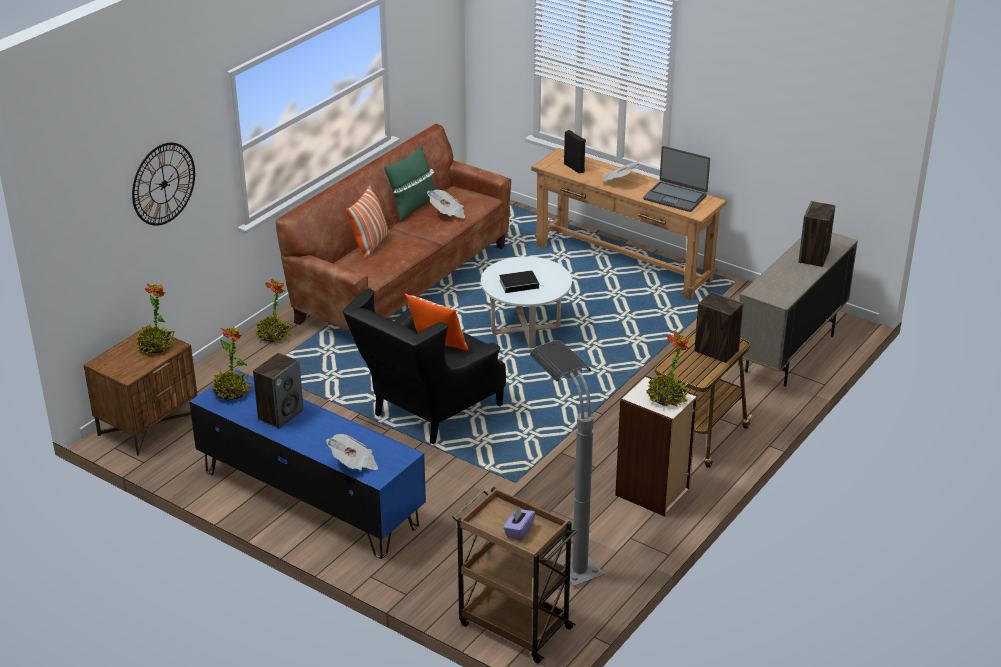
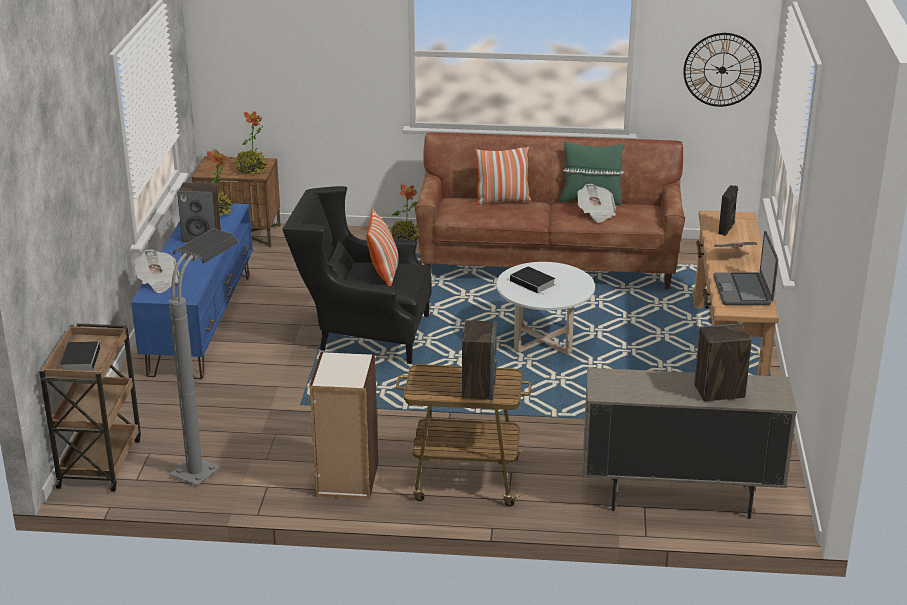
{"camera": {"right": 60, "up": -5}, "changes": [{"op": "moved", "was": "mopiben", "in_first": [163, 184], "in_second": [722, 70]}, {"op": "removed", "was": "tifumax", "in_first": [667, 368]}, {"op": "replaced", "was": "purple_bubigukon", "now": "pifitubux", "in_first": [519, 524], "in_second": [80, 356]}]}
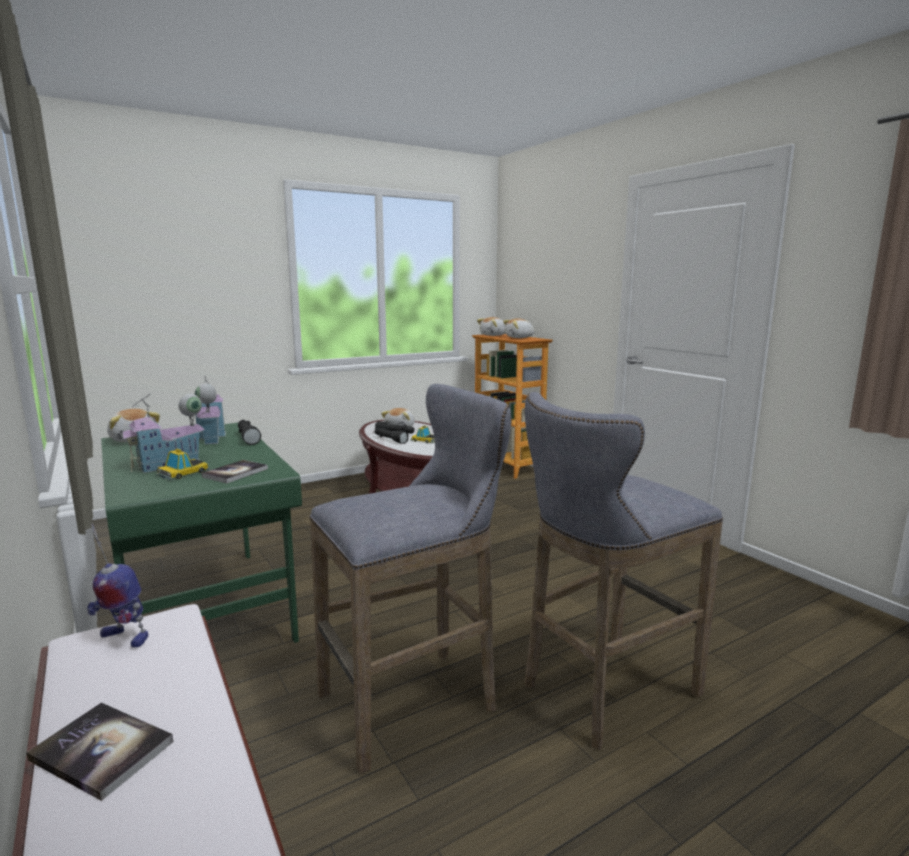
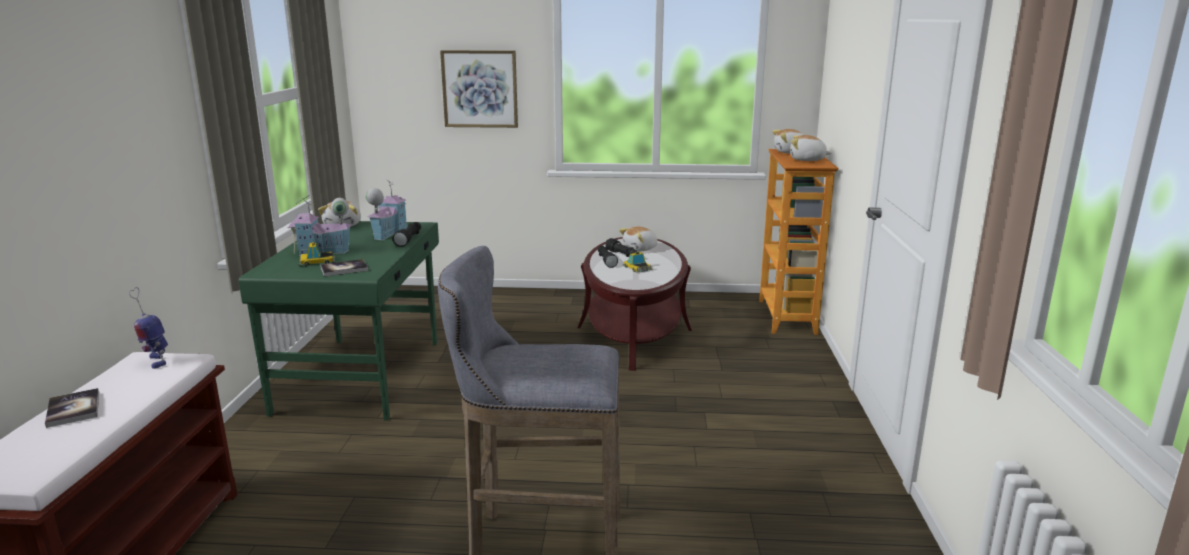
{"camera": {"right": 35, "up": 5}, "changes": [{"op": "removed", "was": "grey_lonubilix", "in_first": [410, 579]}, {"op": "added", "now": "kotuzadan", "in_second": [479, 89]}]}
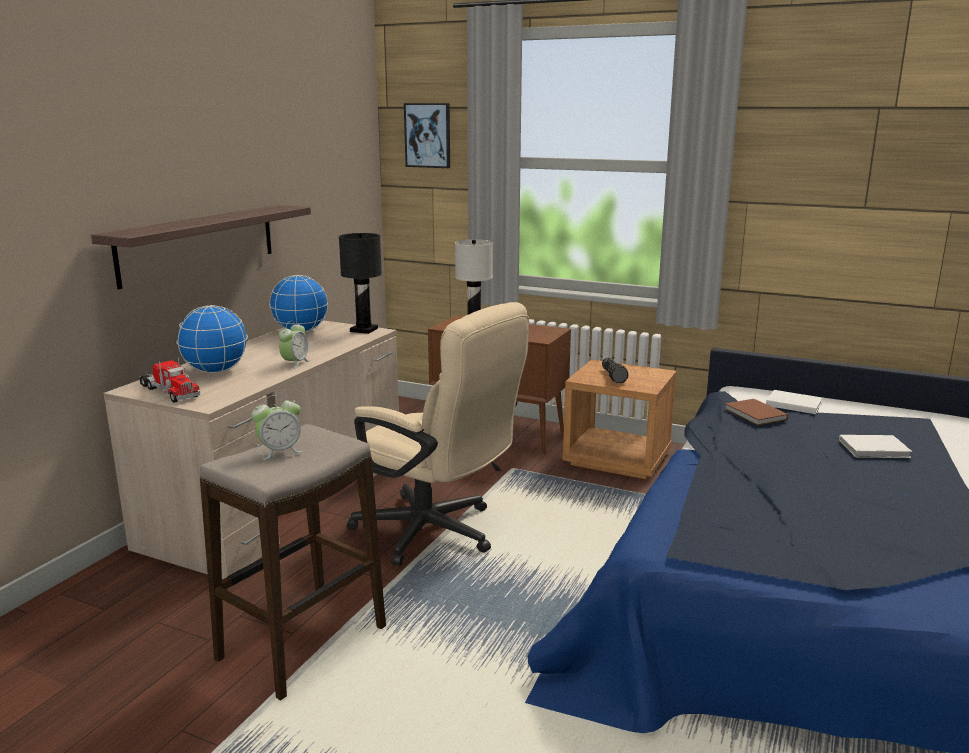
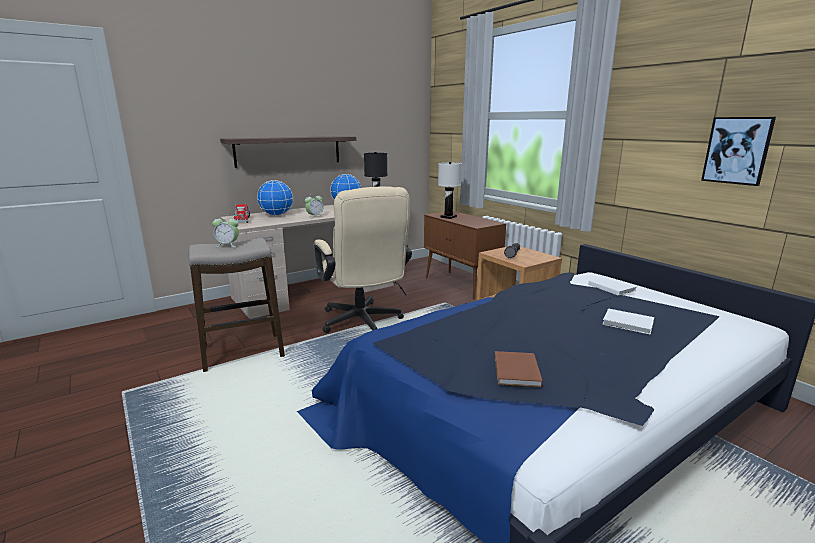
{"camera": {"right": 30, "up": 0}, "changes": [{"op": "moved", "was": "kotuzadan", "in_first": [427, 135], "in_second": [738, 151]}, {"op": "moved", "was": "brown_pifitubux", "in_first": [756, 412], "in_second": [518, 369]}]}
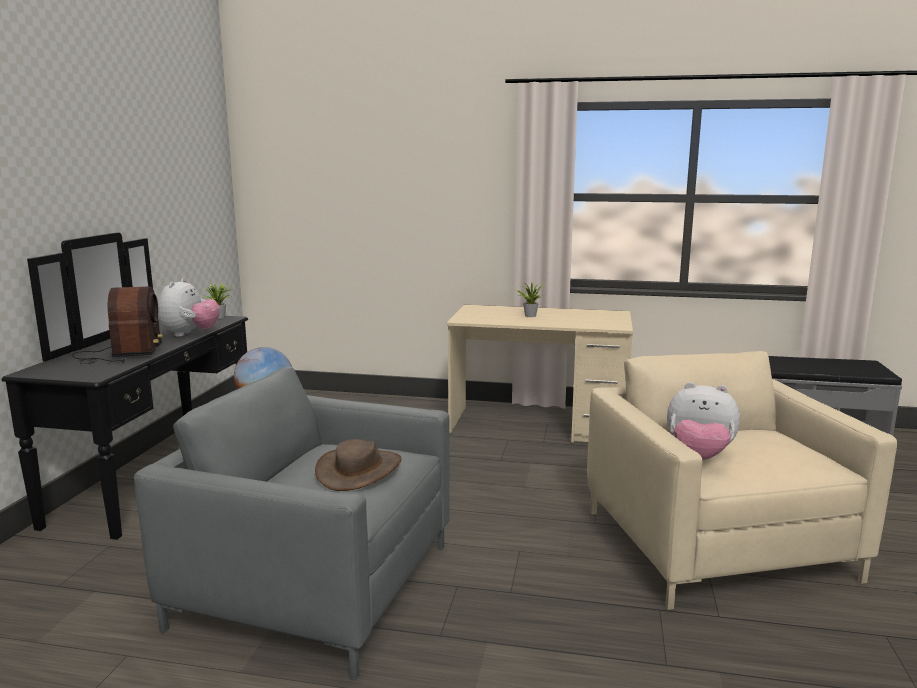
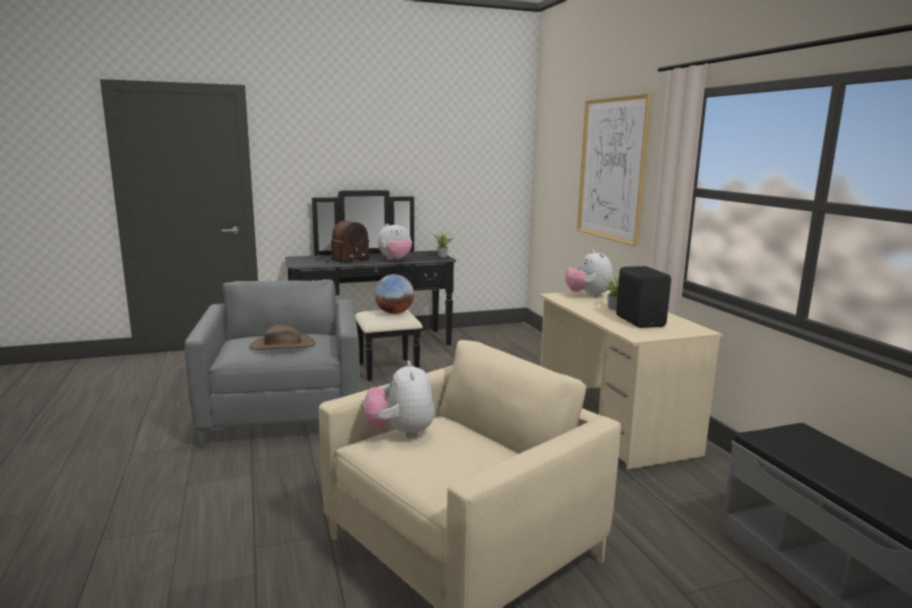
{"camera": {"right": 60, "up": 0}, "changes": [{"op": "added", "now": "kotuzadan", "in_second": [614, 169]}, {"op": "added", "now": "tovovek", "in_second": [589, 274]}, {"op": "added", "now": "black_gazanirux", "in_second": [643, 297]}]}
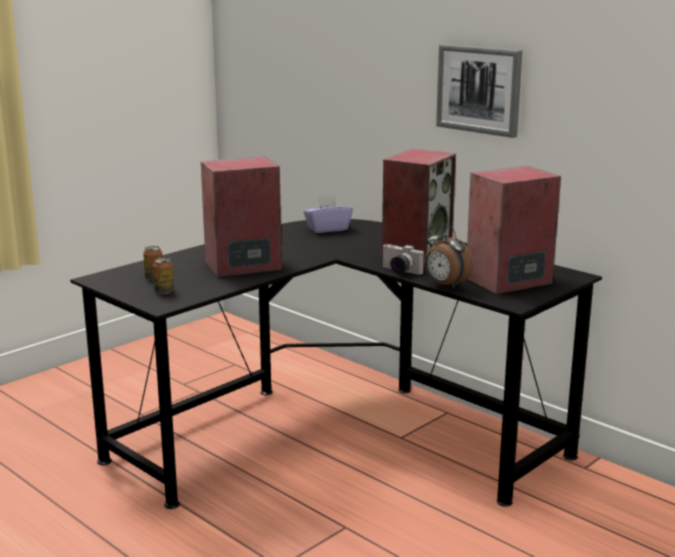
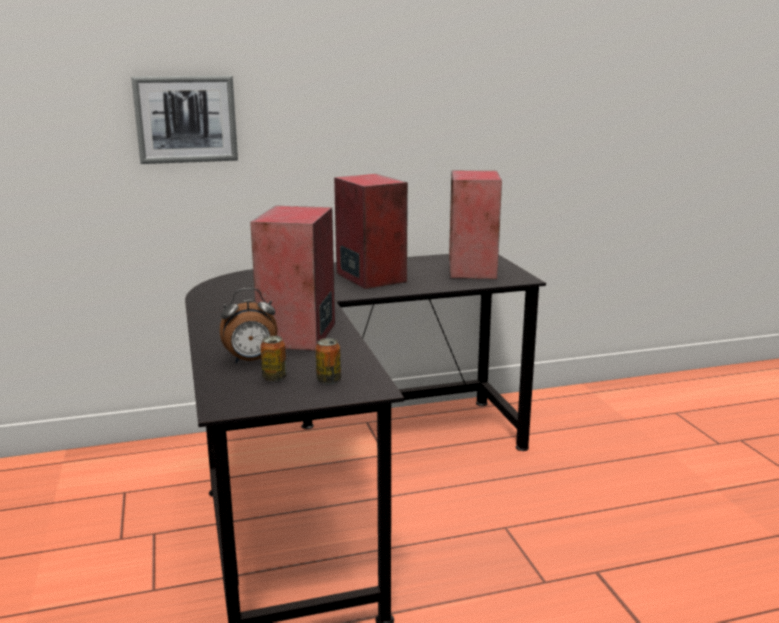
{"camera": {"right": -60, "up": 0}, "changes": [{"op": "moved", "was": "kotuzadan", "in_first": [479, 91], "in_second": [184, 120]}, {"op": "removed", "was": "purple_bubigukon", "in_first": [328, 213]}, {"op": "moved", "was": "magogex", "in_first": [448, 256], "in_second": [248, 325]}, {"op": "removed", "was": "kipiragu", "in_first": [403, 259]}]}
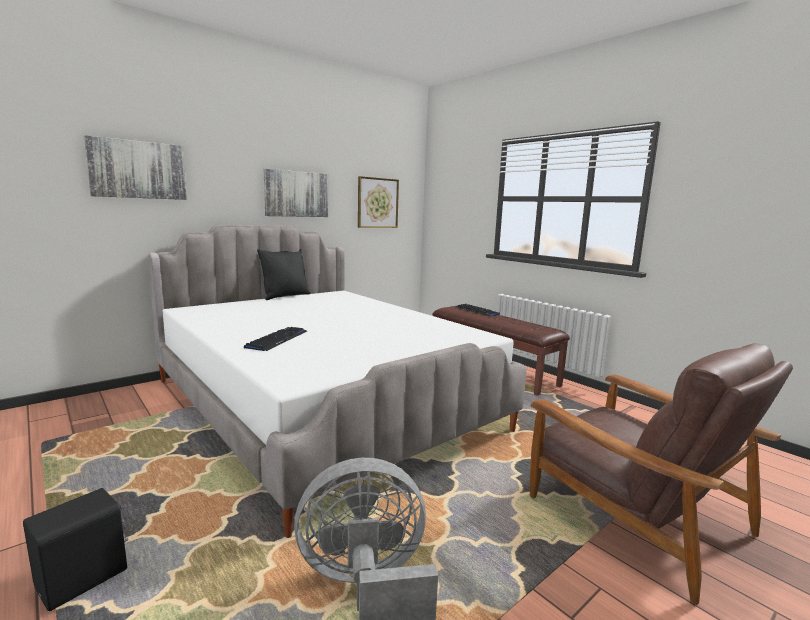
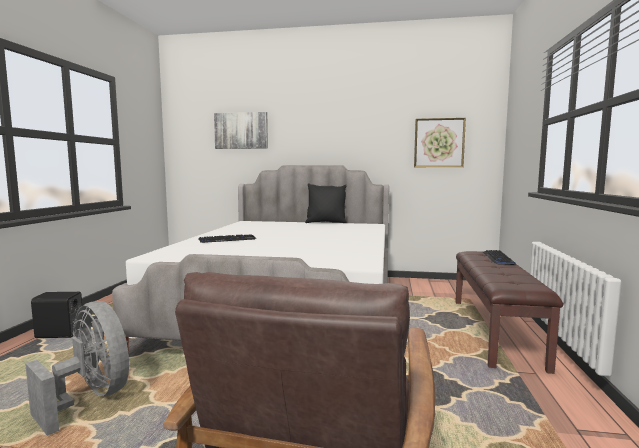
{"camera": {"right": 50, "up": -5}, "changes": [{"op": "removed", "was": "kotuzadan", "in_first": [296, 193]}]}
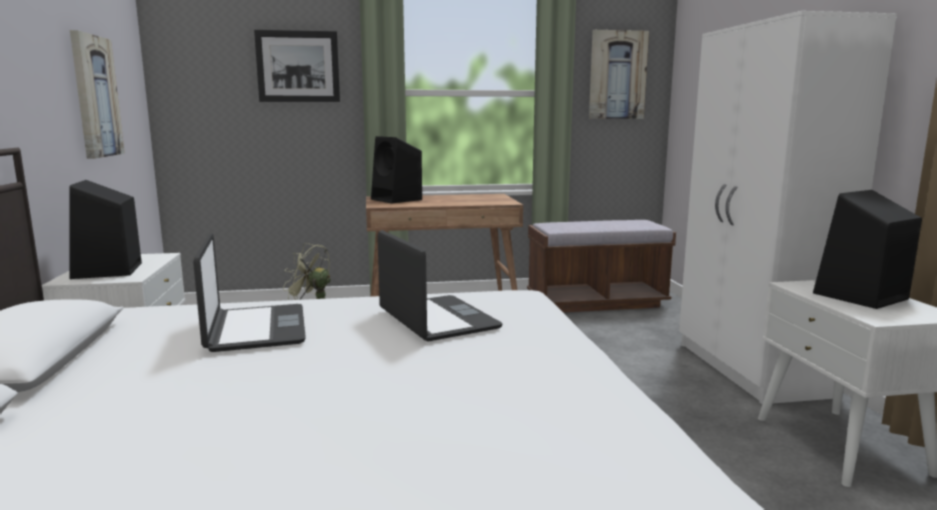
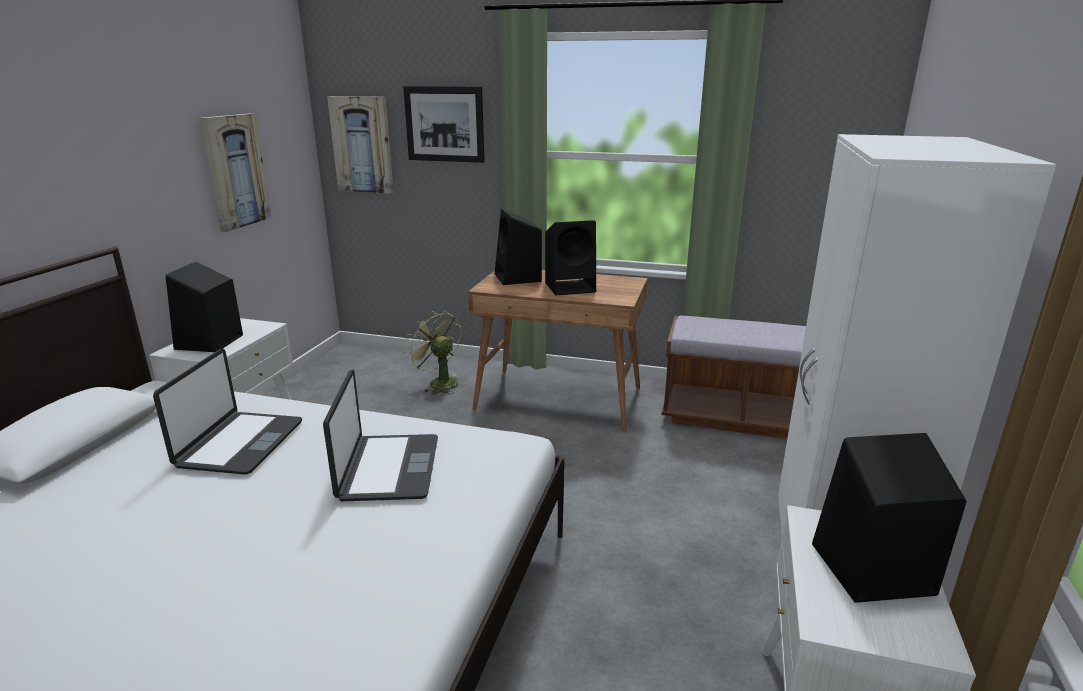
{"camera": {"right": 25, "up": 10}, "changes": [{"op": "moved", "was": "kotuzadan", "in_first": [619, 74], "in_second": [360, 145]}, {"op": "added", "now": "black_gazanirux", "in_second": [570, 257]}]}
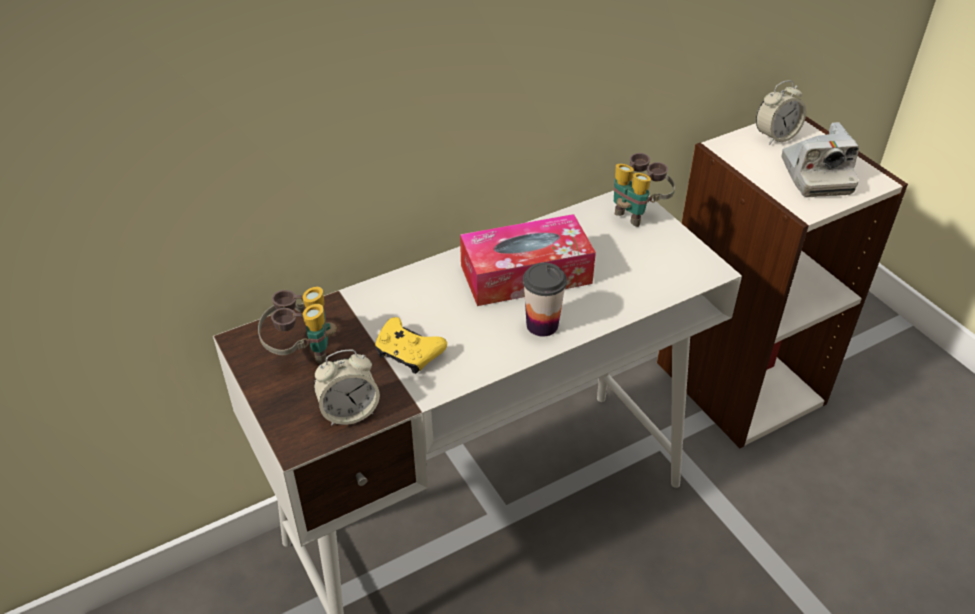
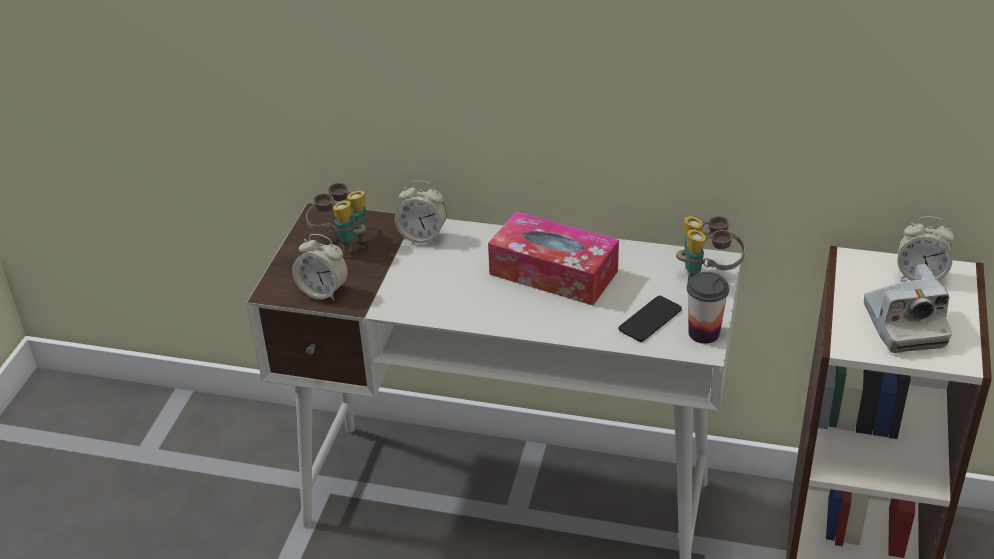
{"camera": {"right": 45, "up": -5}, "changes": [{"op": "turned", "was": "kipiragu", "in_first": [820, 159], "in_second": [908, 308], "clockwise": -45}, {"op": "moved", "was": "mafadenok", "in_first": [545, 300], "in_second": [708, 308]}, {"op": "removed", "was": "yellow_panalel", "in_first": [411, 345]}, {"op": "added", "now": "magogex", "in_second": [421, 211]}, {"op": "added", "now": "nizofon", "in_second": [650, 319]}]}
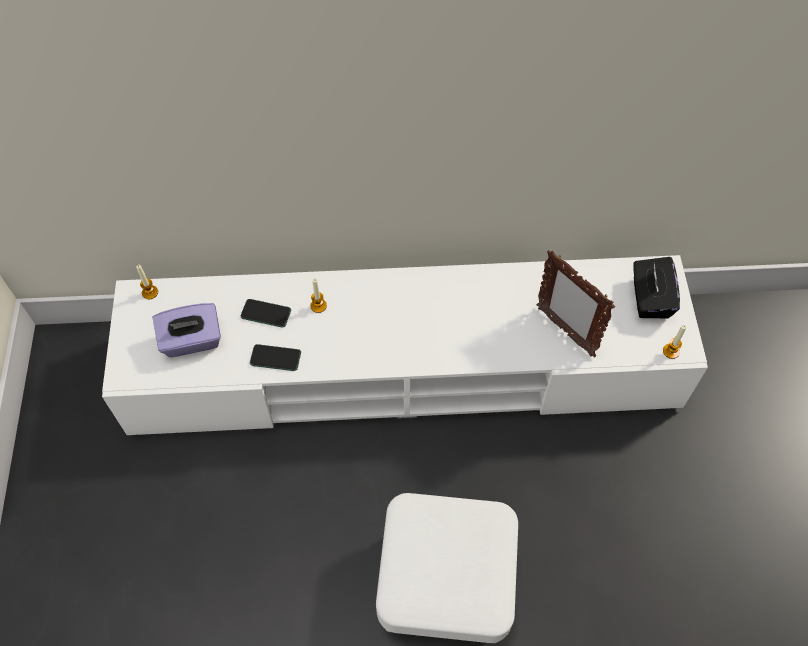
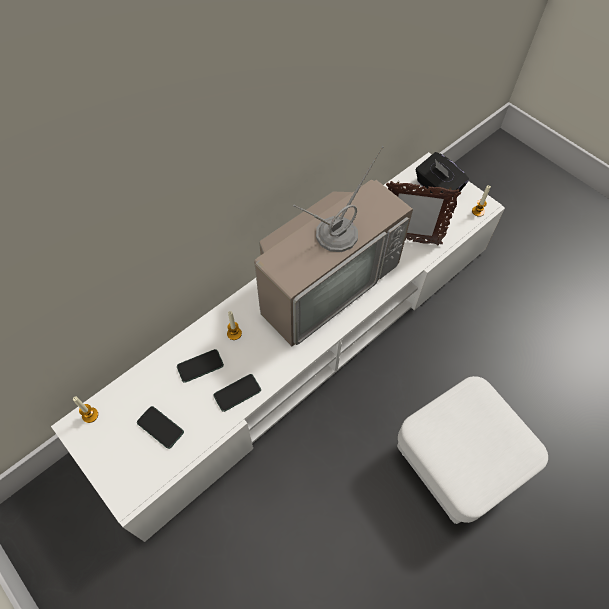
{"camera": {"right": -40, "up": 0}, "changes": [{"op": "replaced", "was": "purple_bubigukon", "now": "nizofon", "in_first": [186, 330], "in_second": [160, 427]}, {"op": "added", "now": "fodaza", "in_second": [333, 246]}]}
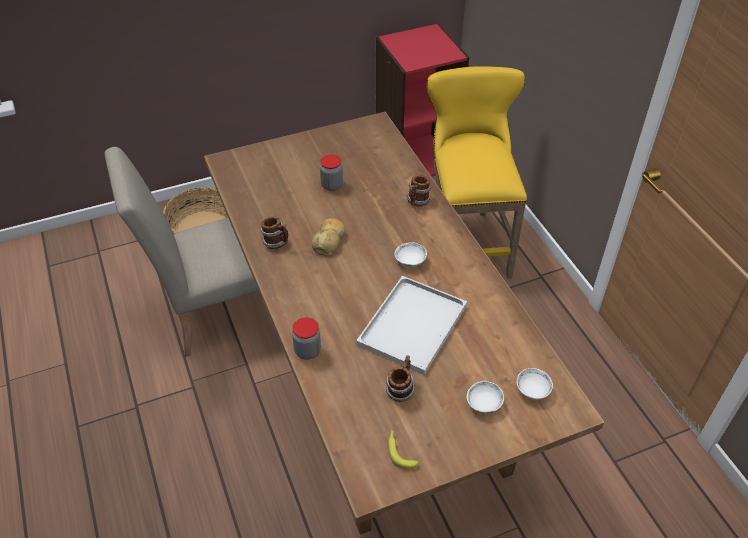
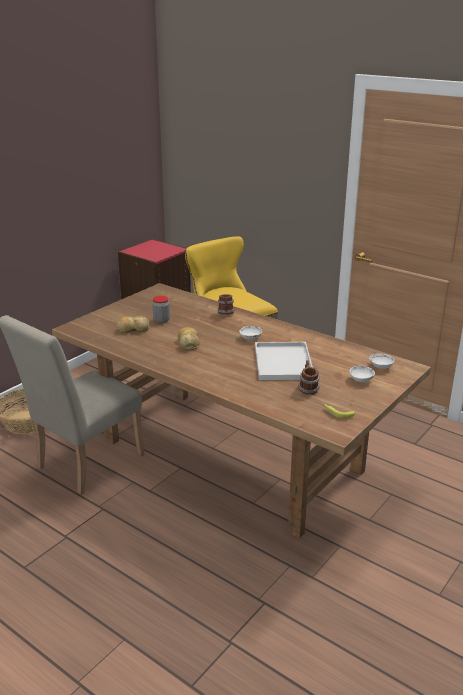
{"camera": {"right": -30, "up": -20}, "changes": [{"op": "removed", "was": "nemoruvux", "in_first": [274, 232]}, {"op": "removed", "was": "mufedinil", "in_first": [306, 338]}, {"op": "added", "now": "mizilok", "in_second": [133, 324]}]}
